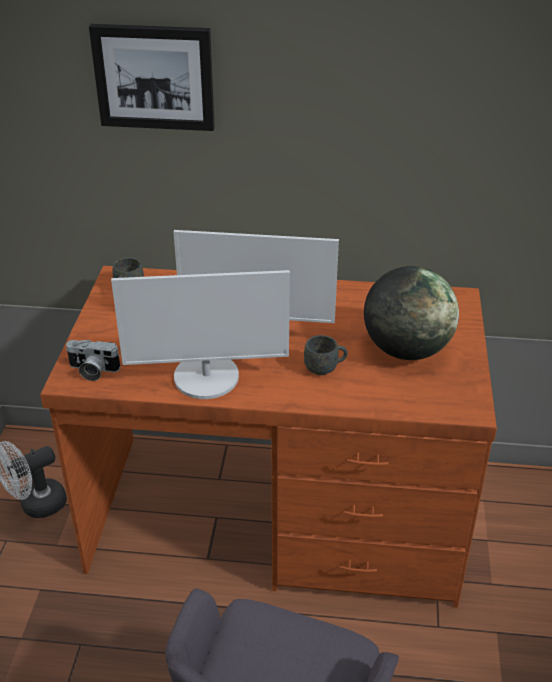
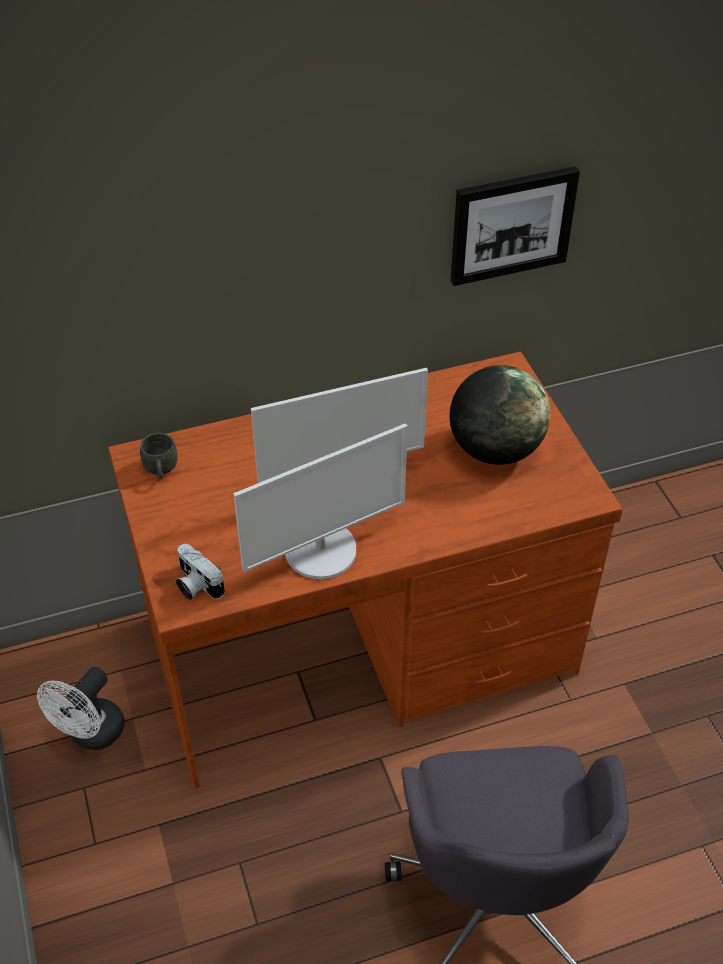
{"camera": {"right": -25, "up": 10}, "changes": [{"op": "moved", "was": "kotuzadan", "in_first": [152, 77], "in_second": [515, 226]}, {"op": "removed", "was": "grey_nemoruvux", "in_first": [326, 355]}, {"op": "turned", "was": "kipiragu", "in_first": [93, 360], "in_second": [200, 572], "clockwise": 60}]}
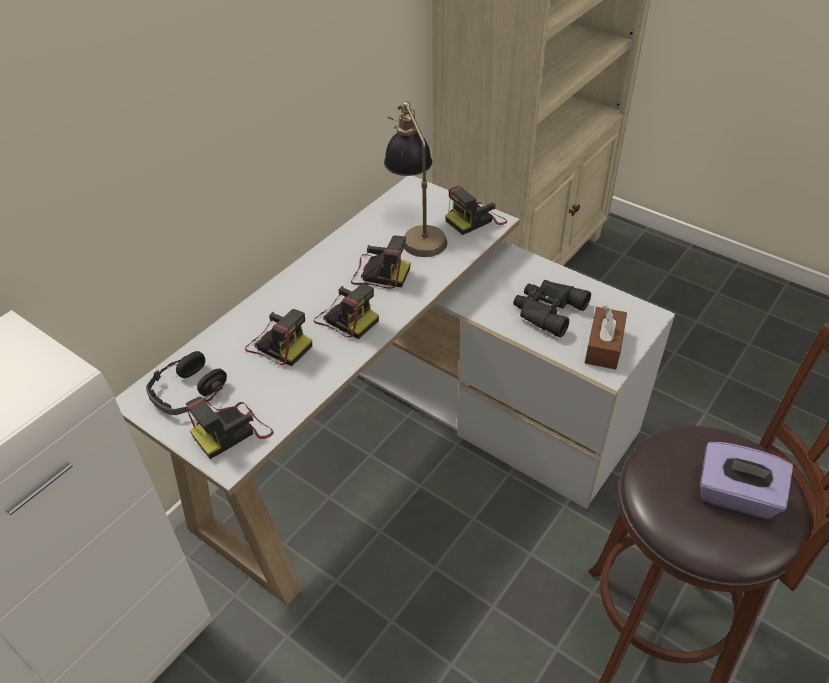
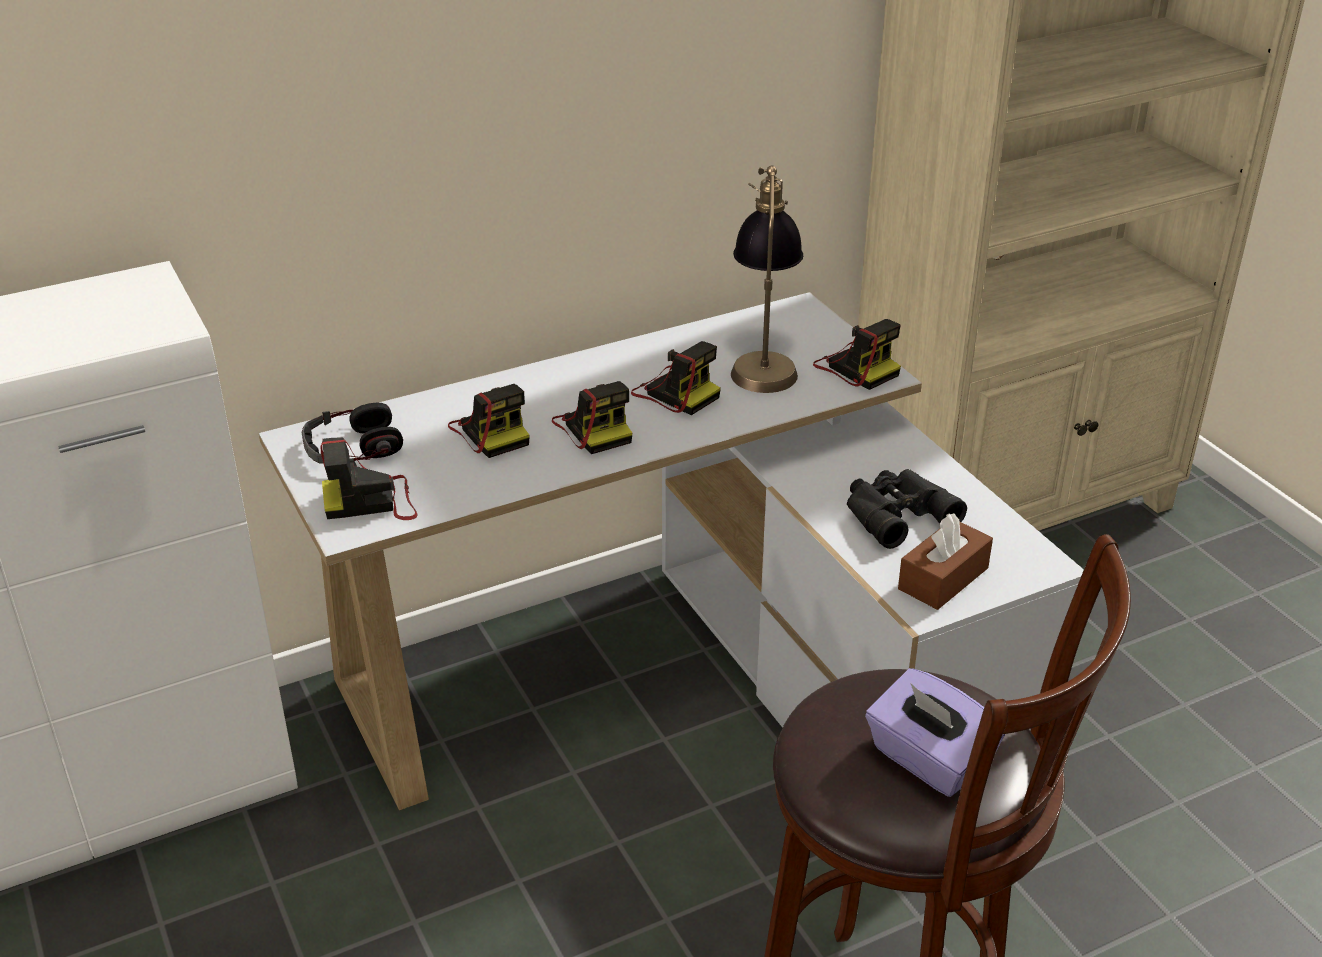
{"camera": {"right": 25, "up": -10}, "changes": [{"op": "turned", "was": "kipiragu", "in_first": [476, 210], "in_second": [857, 354], "clockwise": -120}]}
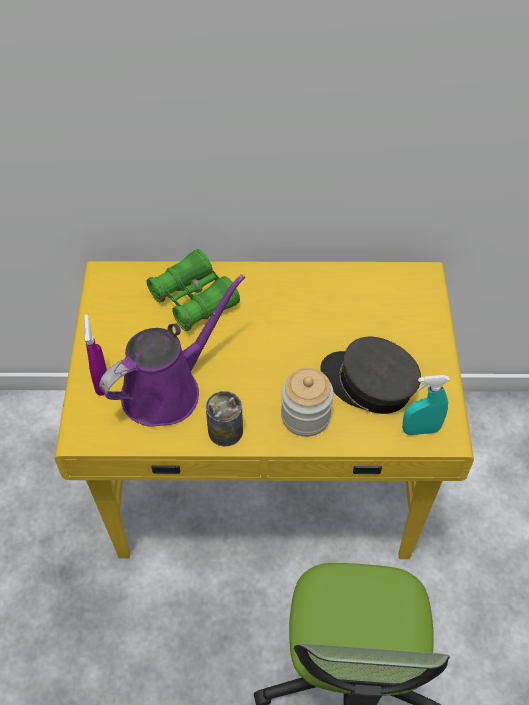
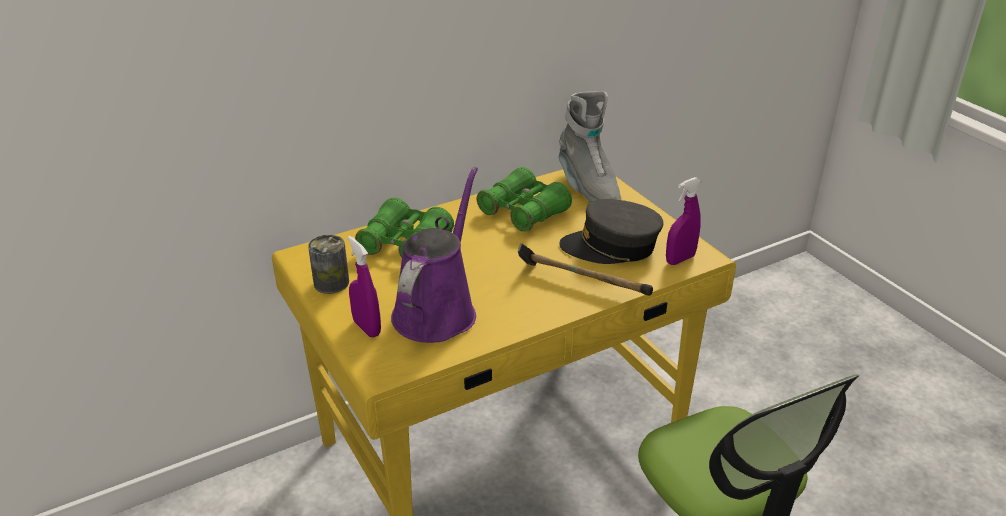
{"camera": {"right": -30, "up": -20}, "changes": [{"op": "replaced", "was": "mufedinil", "now": "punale", "in_first": [307, 402], "in_second": [585, 269]}, {"op": "recoloured", "was": "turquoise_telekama", "now": "purple_telekama", "in_first": [426, 405], "in_second": [683, 221]}, {"op": "moved", "was": "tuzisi", "in_first": [224, 418], "in_second": [328, 264]}, {"op": "added", "now": "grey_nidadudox", "in_second": [590, 146]}, {"op": "added", "now": "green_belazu", "in_second": [524, 199]}]}
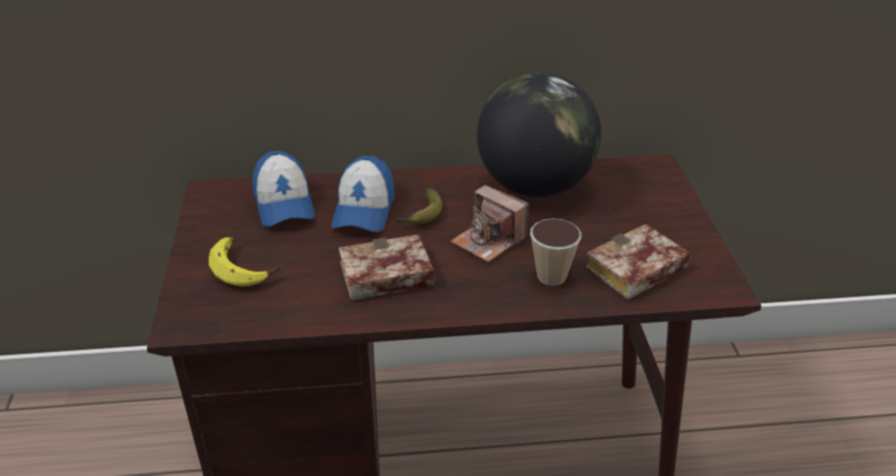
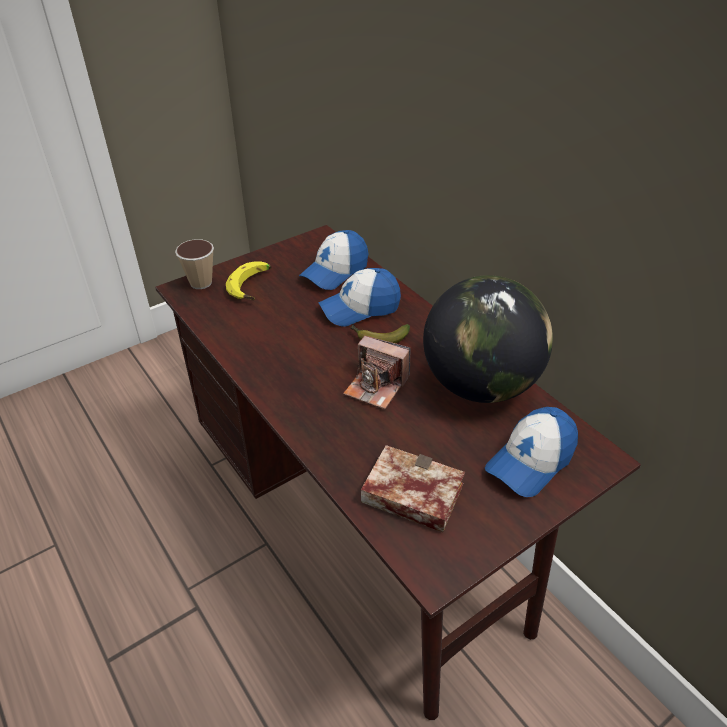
{"camera": {"right": 60, "up": 5}, "changes": [{"op": "turned", "was": "kipiragu", "in_first": [490, 223], "in_second": [377, 372], "clockwise": -75}, {"op": "moved", "was": "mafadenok", "in_first": [555, 252], "in_second": [194, 264]}, {"op": "removed", "was": "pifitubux", "in_first": [387, 267]}, {"op": "added", "now": "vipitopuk", "in_second": [531, 452]}]}
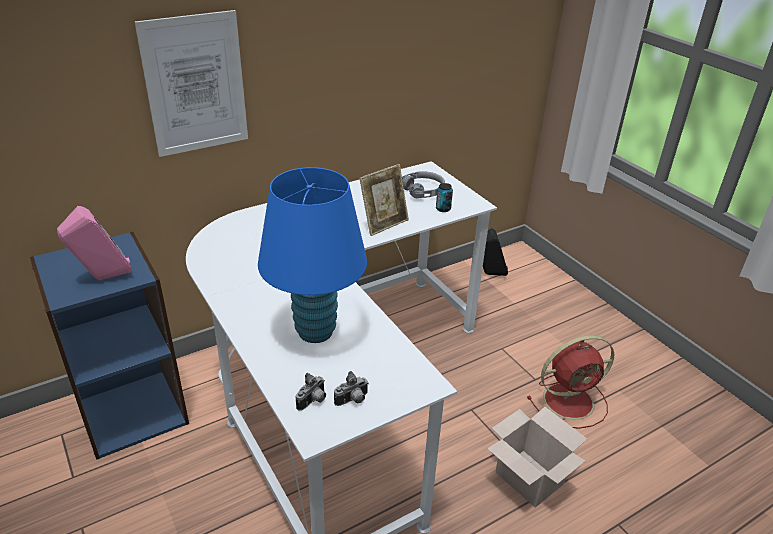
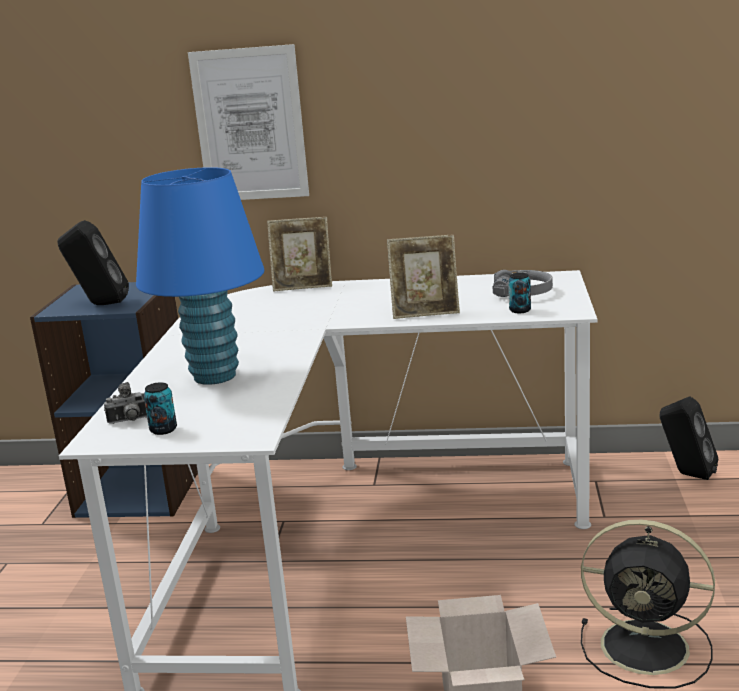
{"camera": {"right": 40, "up": -15}, "changes": [{"op": "recoloured", "was": "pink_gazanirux", "now": "black_gazanirux", "in_first": [94, 243], "in_second": [93, 262]}, {"op": "recoloured", "was": "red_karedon", "now": "black_karedon", "in_first": [570, 382], "in_second": [648, 604]}, {"op": "replaced", "was": "kipiragu", "now": "tuzisi", "in_first": [351, 388], "in_second": [160, 408]}, {"op": "added", "now": "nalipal", "in_second": [299, 254]}]}
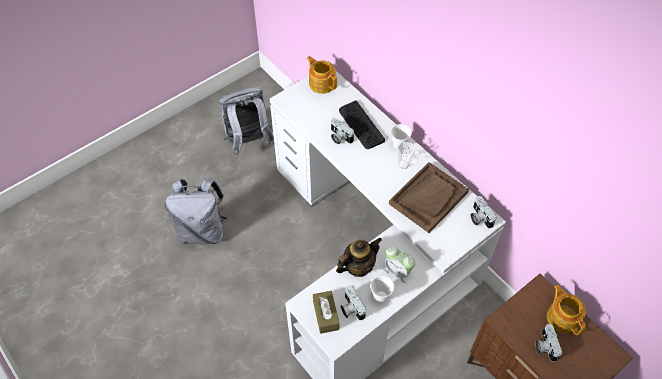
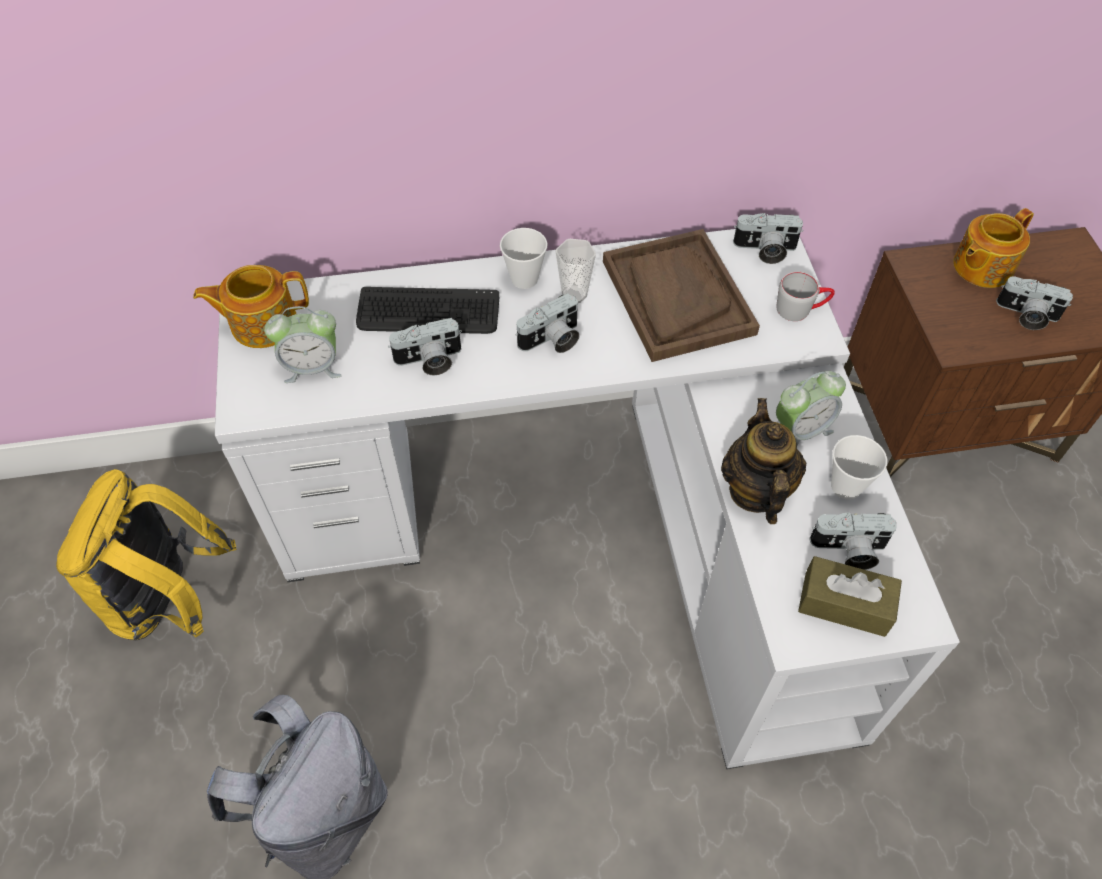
{"camera": {"right": -60, "up": 0}, "changes": [{"op": "recoloured", "was": "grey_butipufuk", "now": "yellow_butipufuk", "in_first": [246, 121], "in_second": [146, 554]}, {"op": "turned", "was": "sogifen", "in_first": [566, 310], "in_second": [993, 248], "clockwise": -45}, {"op": "added", "now": "grey_nemoruvux", "in_second": [805, 296]}, {"op": "added", "now": "kipiragu", "in_second": [548, 323]}, {"op": "added", "now": "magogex", "in_second": [303, 344]}]}
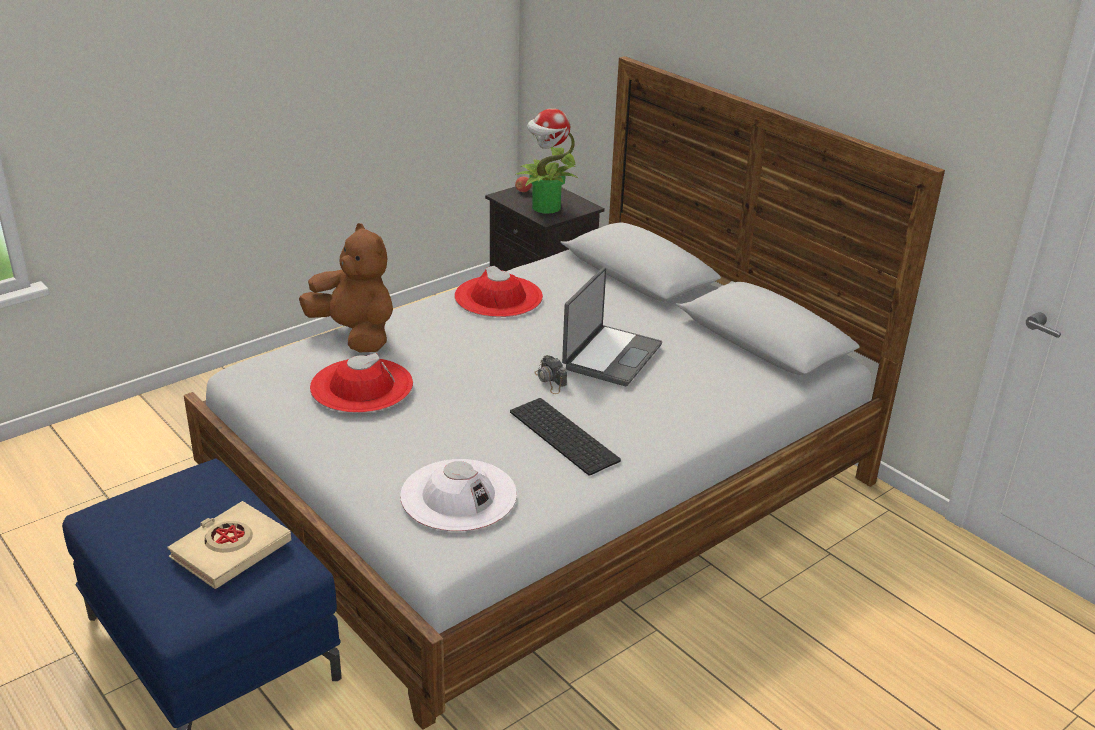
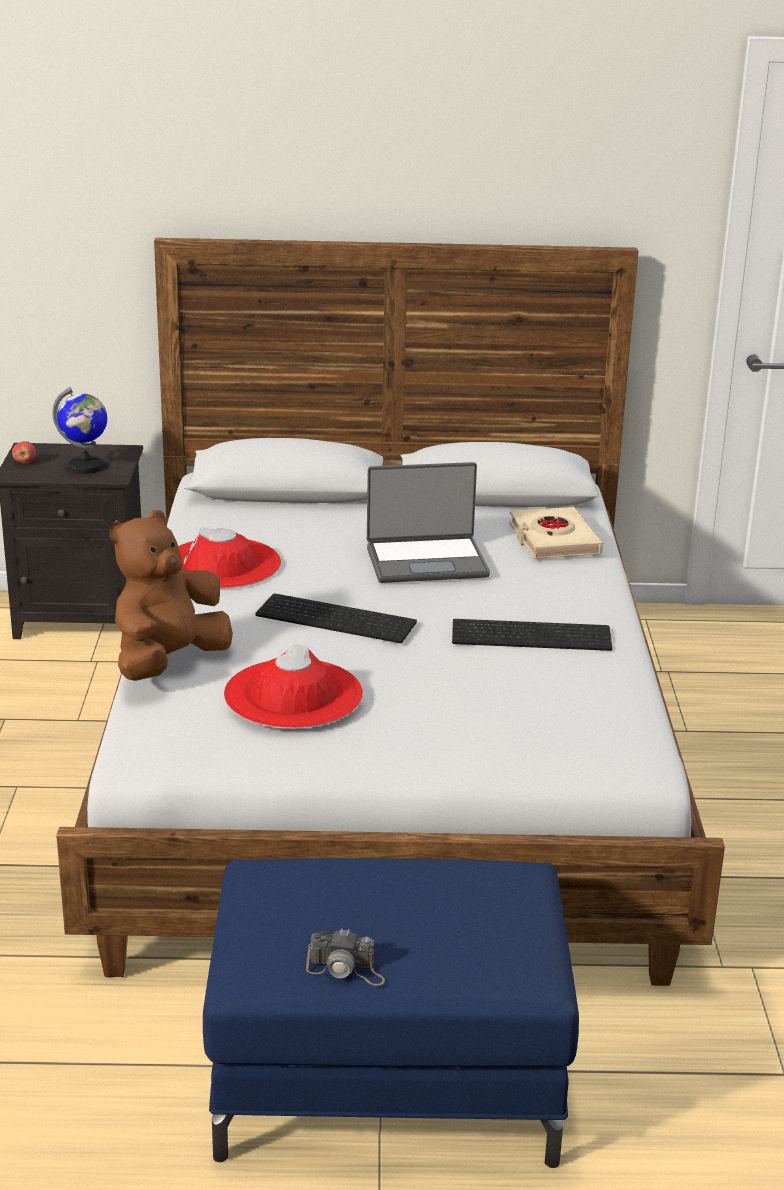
{"camera": {"right": -50, "up": -5}, "changes": [{"op": "replaced", "was": "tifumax", "now": "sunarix", "in_first": [546, 161], "in_second": [79, 430]}, {"op": "turned", "was": "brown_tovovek", "in_first": [346, 287], "in_second": [171, 595], "clockwise": -45}, {"op": "turned", "was": "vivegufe", "in_first": [612, 326], "in_second": [428, 522], "clockwise": 105}, {"op": "moved", "was": "kipiragu", "in_first": [550, 374], "in_second": [345, 957]}, {"op": "removed", "was": "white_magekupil", "in_first": [458, 495]}, {"op": "moved", "was": "beige_pifitubux", "in_first": [229, 545], "in_second": [556, 533]}, {"op": "added", "now": "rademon", "in_second": [336, 618]}]}
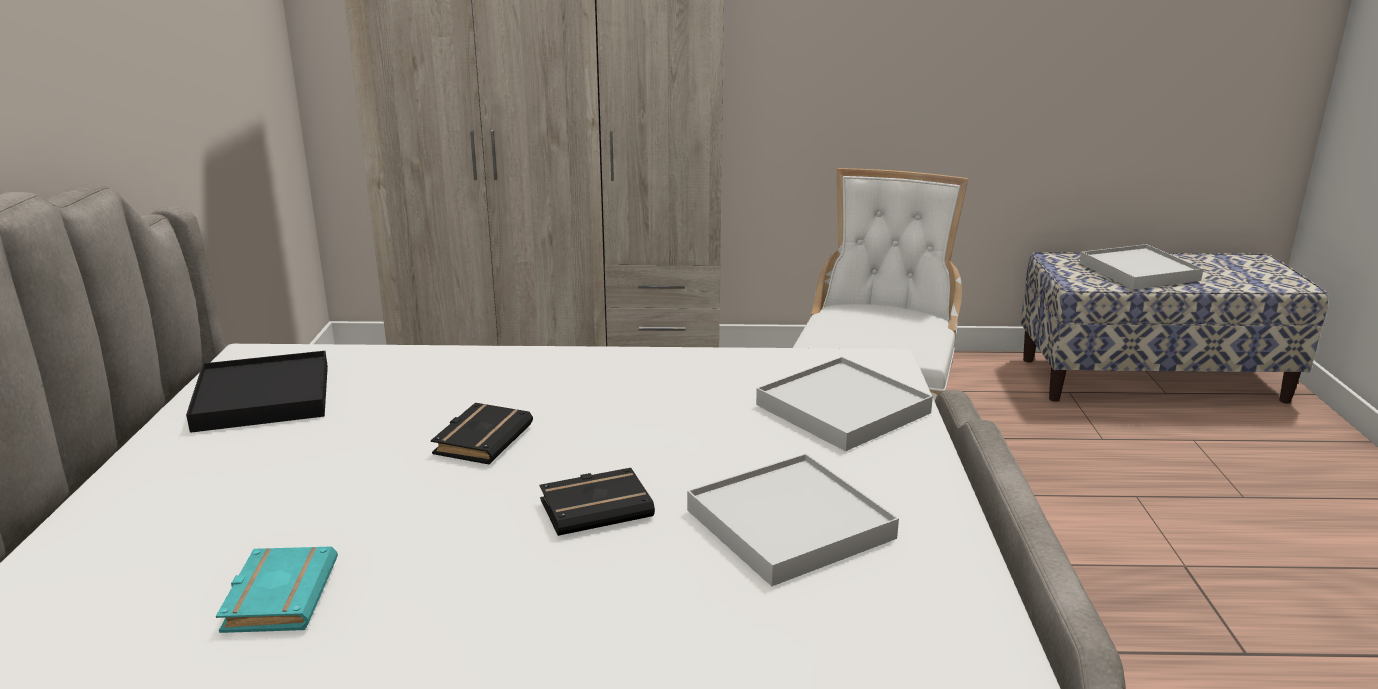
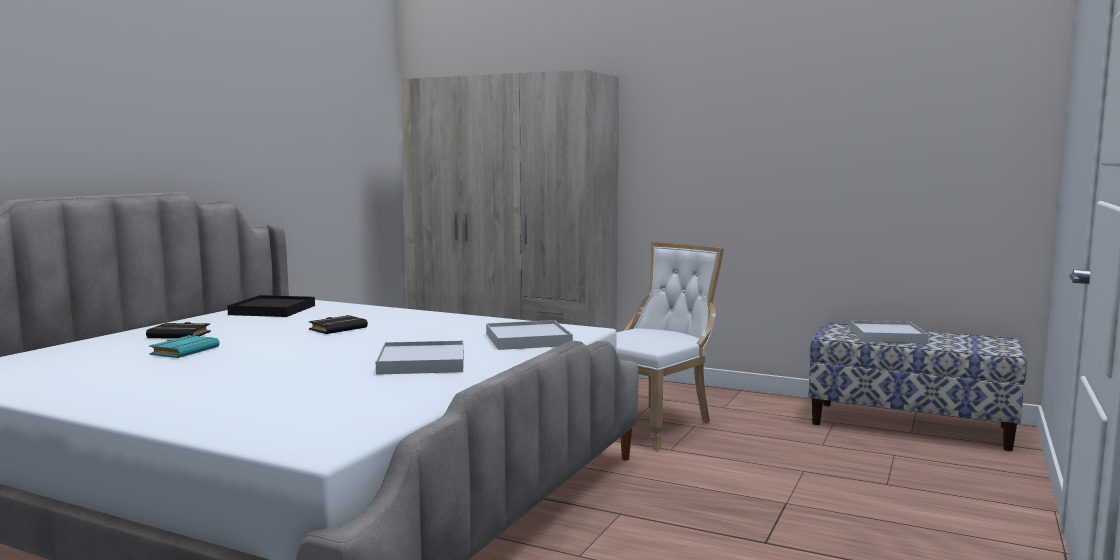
{"camera": {"right": 25, "up": -15}, "changes": [{"op": "moved", "was": "black_pifitubux", "in_first": [597, 502], "in_second": [178, 330]}]}
